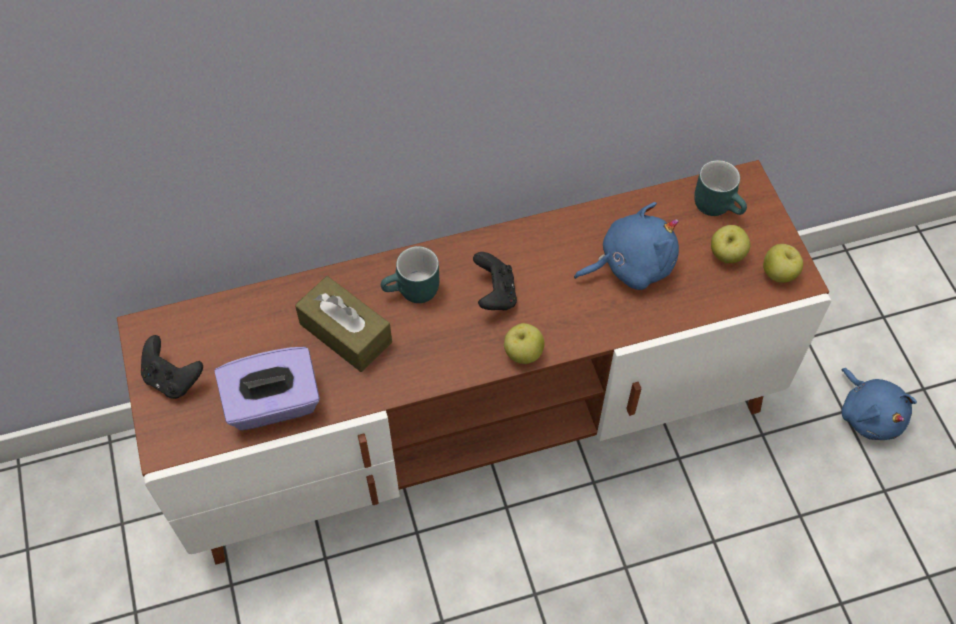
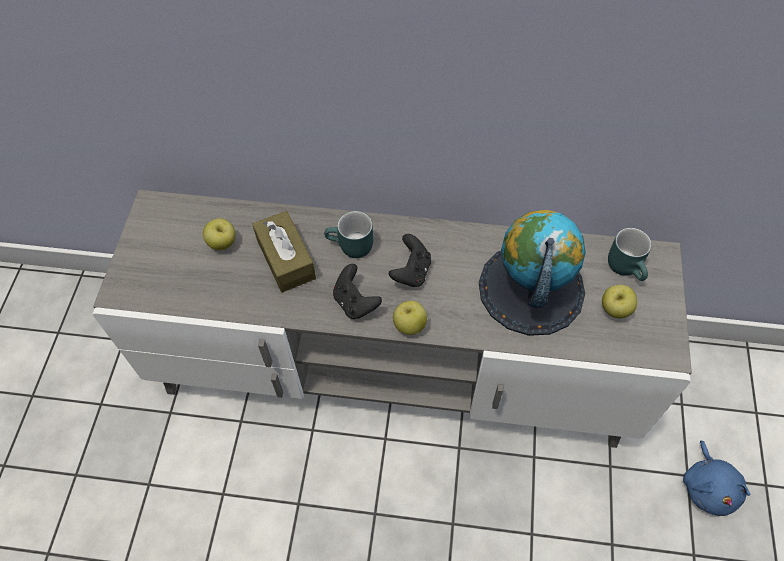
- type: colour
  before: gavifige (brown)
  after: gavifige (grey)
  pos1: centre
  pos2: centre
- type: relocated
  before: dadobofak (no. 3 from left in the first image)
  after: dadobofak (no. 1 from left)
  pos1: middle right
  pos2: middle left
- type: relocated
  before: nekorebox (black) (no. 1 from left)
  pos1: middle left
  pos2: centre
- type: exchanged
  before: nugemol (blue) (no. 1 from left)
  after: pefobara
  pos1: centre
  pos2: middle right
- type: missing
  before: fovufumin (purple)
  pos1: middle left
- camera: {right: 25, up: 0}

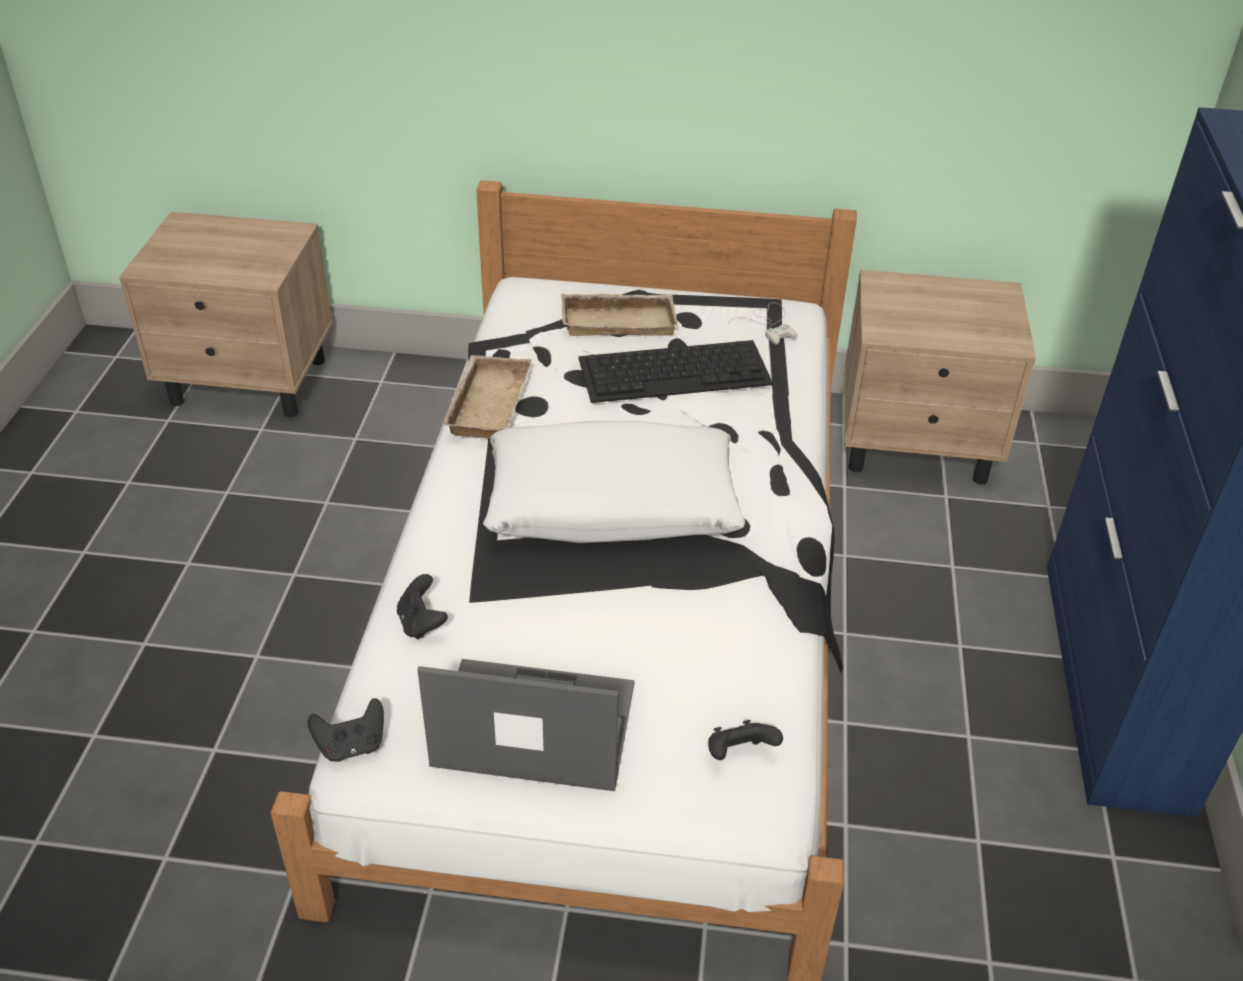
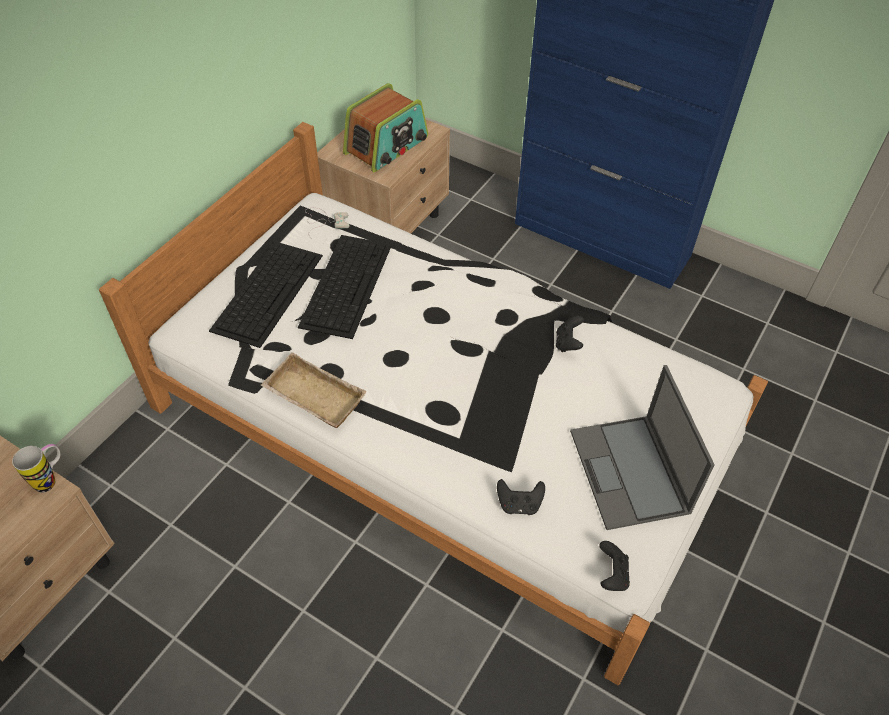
- type: appeared
  after: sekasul
  pos2: middle left
- type: exchanged
  before: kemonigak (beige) (no. 2 from left)
  after: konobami (no. 1 from left)
  pos1: top centre
  pos2: middle left
- type: appeared
  after: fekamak
  pos2: top centre
- type: relocated
  before: nekorebox (black) (no. 3 from left in the first image)
  after: nekorebox (black) (no. 2 from left)
  pos1: bottom centre
  pos2: centre
- type: spun
  before: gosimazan
  pos1: bottom centre
  pos2: middle right
  turn: -45
- type: missing
  before: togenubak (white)
  pos1: centre
- camera: {right: -65, up: 10}

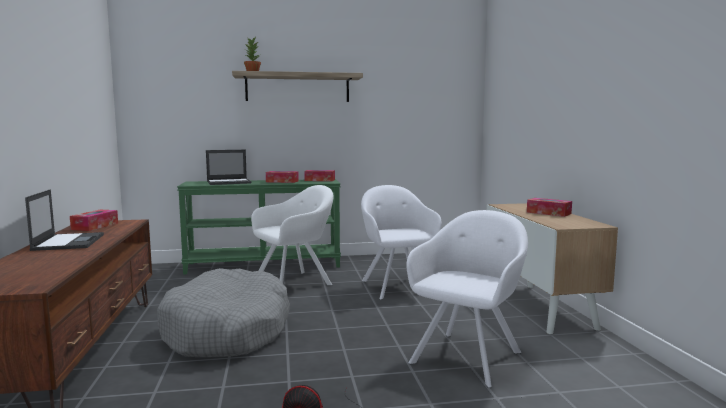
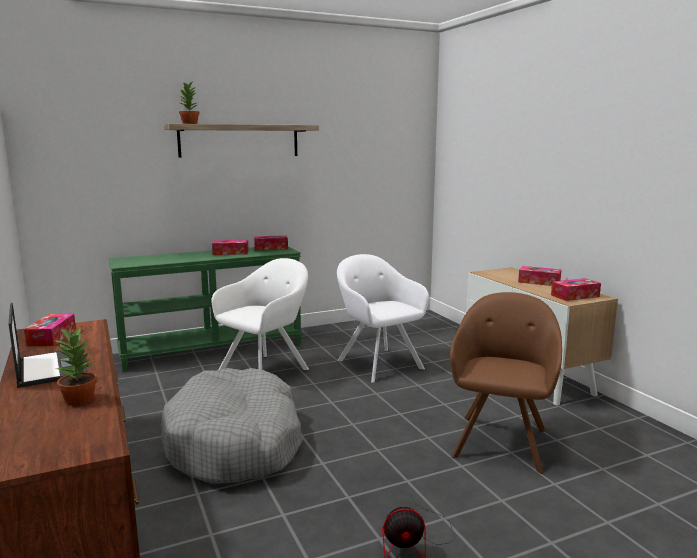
- type: appeared
  after: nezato (no. 1 from left)
  pos2: middle left
- type: colour
  before: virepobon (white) (no. 3 from left)
  after: virepobon (brown)
  pos1: bottom centre
  pos2: bottom right
- type: appeared
  after: fovufumin (no. 5 from left)
  pos2: middle right
- type: missing
  before: gosimazan (no. 2 from left)
  pos1: middle left
- camera: {right: -15, up: 5}

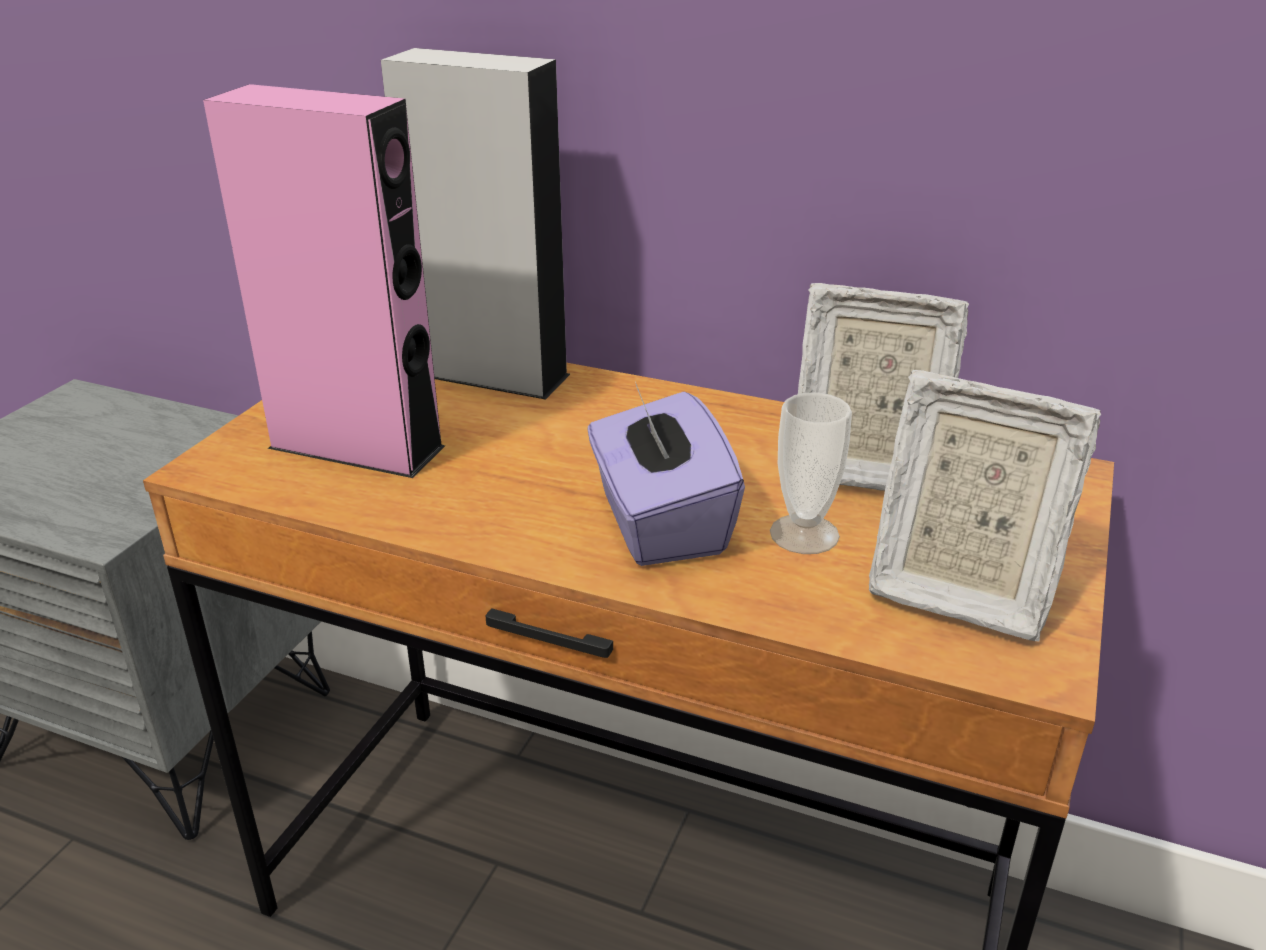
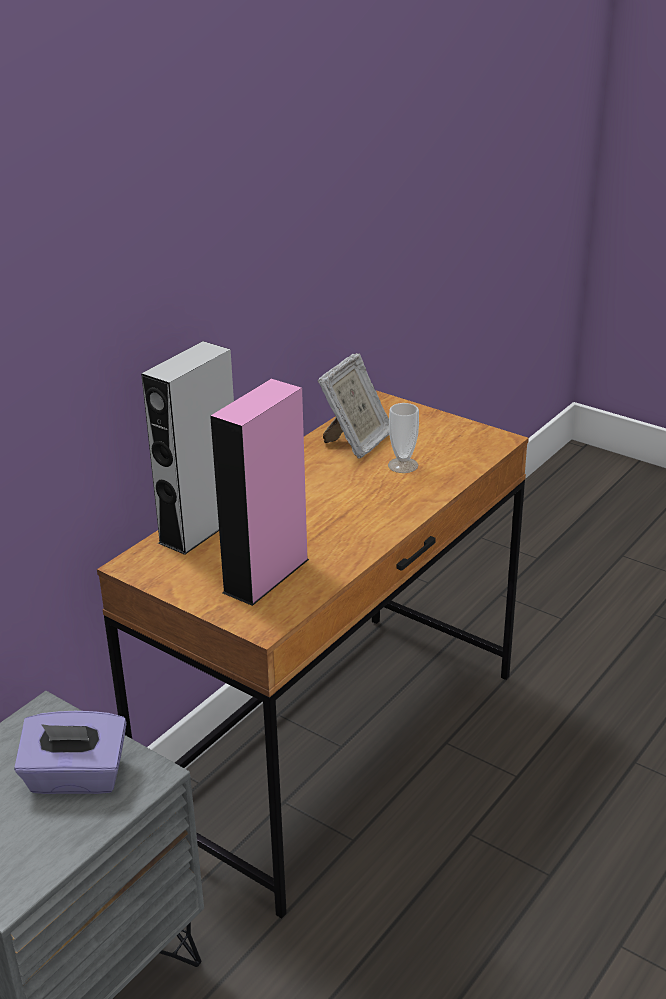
- type: relocated
  before: fovufumin (purple)
  pos1: centre
  pos2: bottom left
- type: missing
  before: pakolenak (no. 2 from left)
  pos1: middle right
- camera: {right: -75, up: 0}

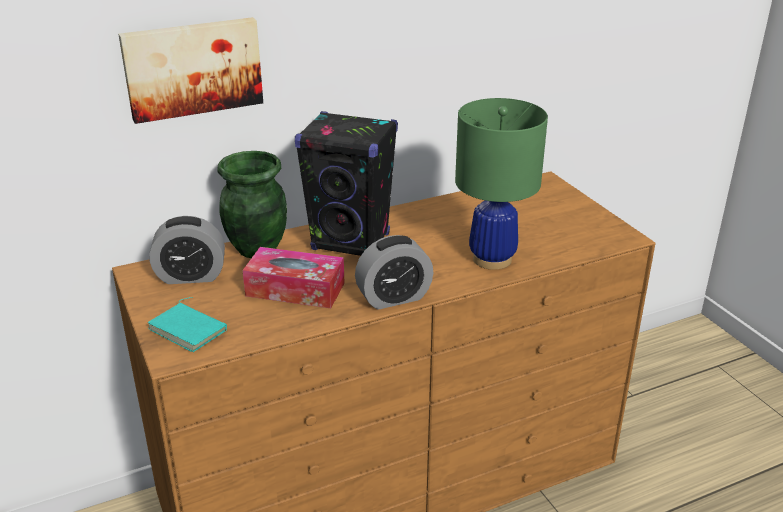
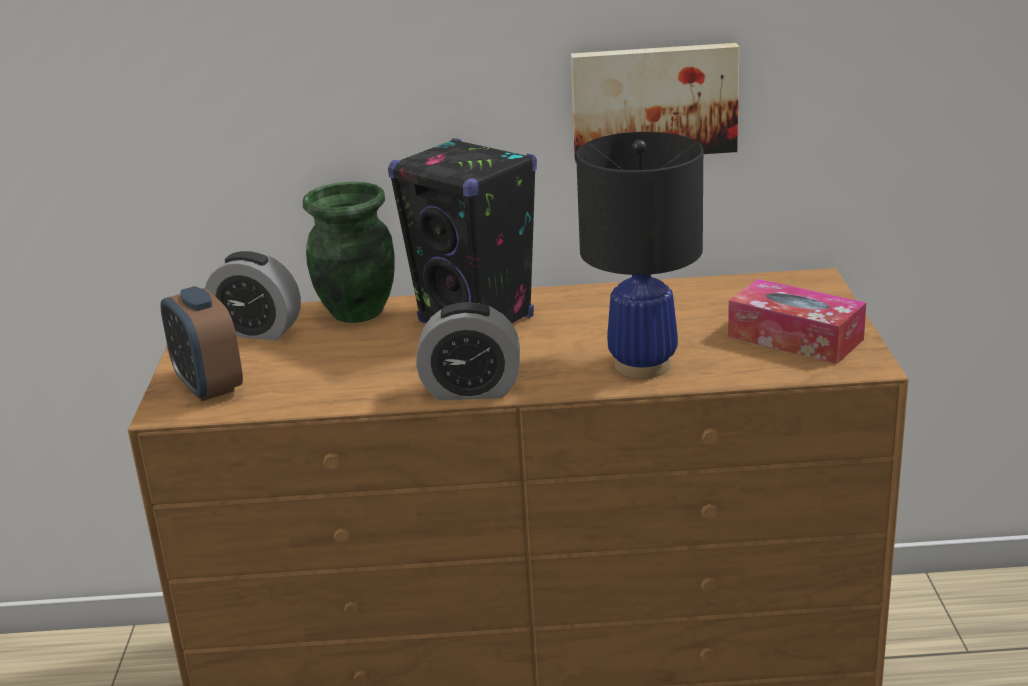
- type: exchanged
  before: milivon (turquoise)
  after: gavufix (no. 1 from left)
  pos1: middle left
  pos2: middle left
- type: relocated
  before: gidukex
  pos1: top left
  pos2: top centre
- type: colour
  before: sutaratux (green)
  after: sutaratux (black)
  pos1: centre
  pos2: centre
- type: relocated
  before: fovufumin
  pos1: centre
  pos2: middle right
- camera: {right: 25, up: -5}

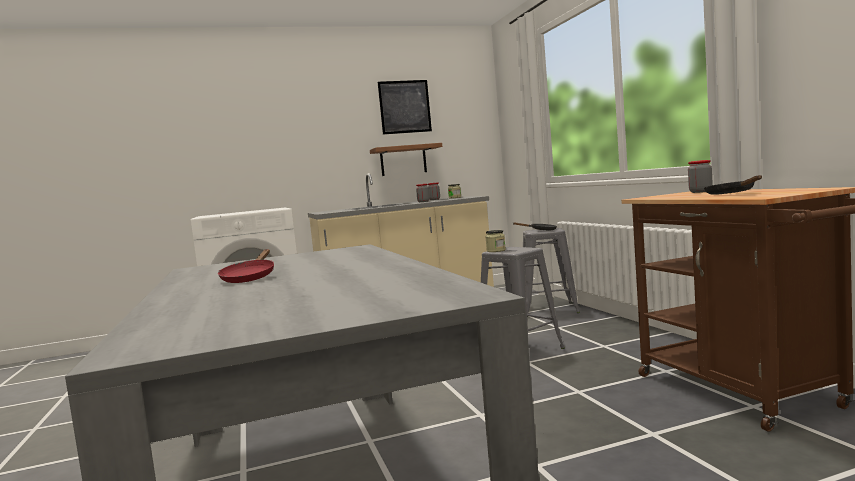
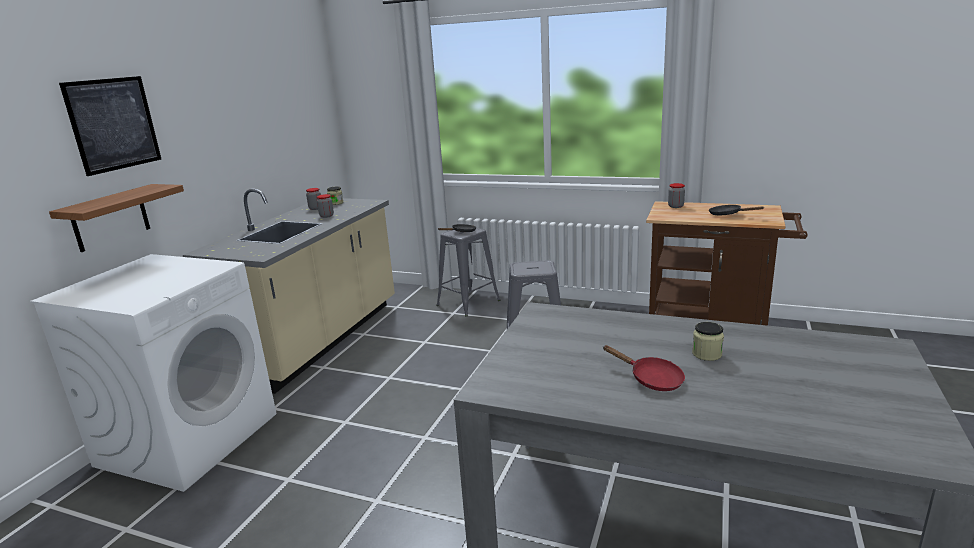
- type: relocated
  before: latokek
  pos1: top centre
  pos2: middle left
- type: relocated
  before: gidukex
  pos1: top centre
  pos2: top left
- type: relocated
  before: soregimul (no. 4 from left in the first image)
  after: soregimul (no. 5 from left)
  pos1: centre
  pos2: middle right
- camera: {right: -50, up: 15}

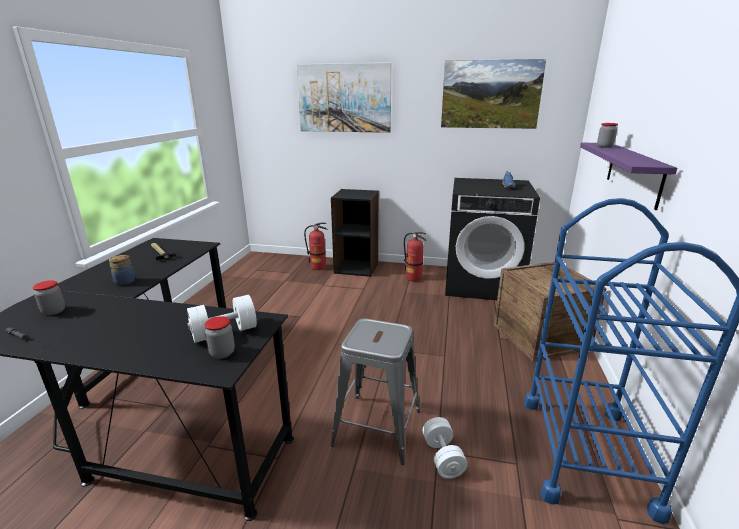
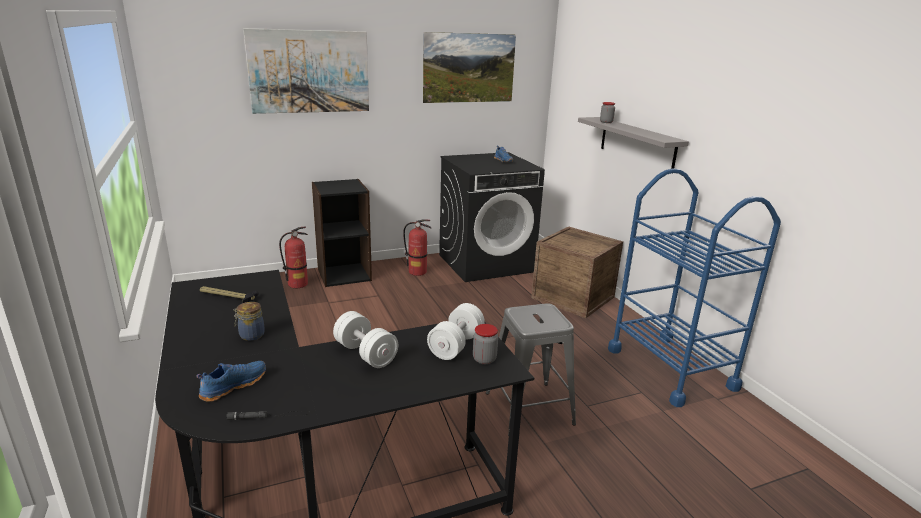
- type: exchanged
  before: soregimul (no. 1 from left)
  after: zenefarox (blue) (no. 1 from left)
  pos1: middle left
  pos2: bottom left
- type: relocated
  before: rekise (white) (no. 2 from left in the first image)
  after: rekise (white) (no. 1 from left)
  pos1: bottom centre
  pos2: centre
- type: colour
  before: latokek (purple)
  after: latokek (grey)
  pos1: top right
  pos2: top right
- camera: {right: -35, up: 0}

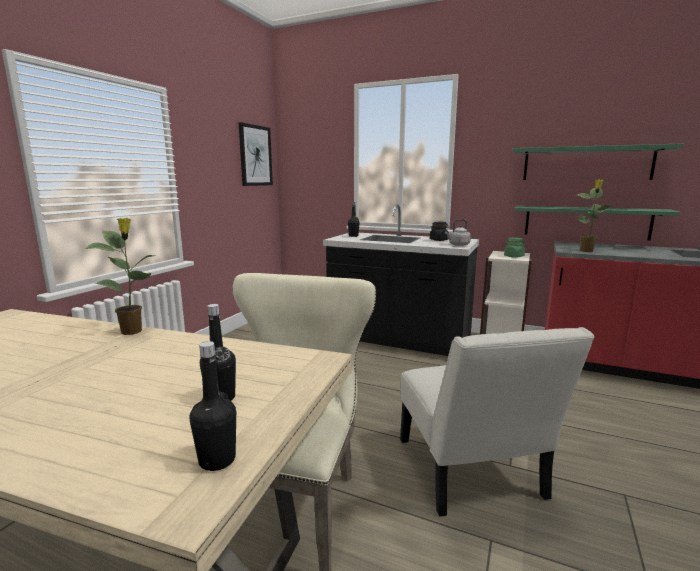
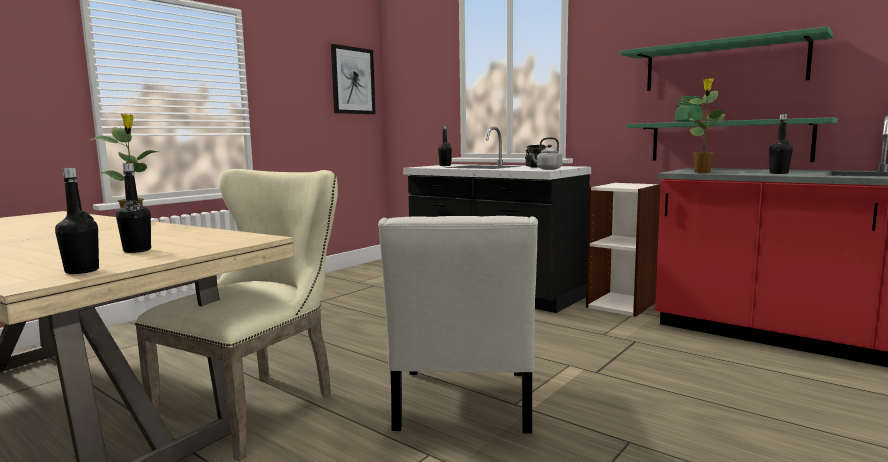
- type: relocated
  before: soregimul (green)
  pos1: middle right
  pos2: top right
- type: appeared
  after: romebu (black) (no. 4 from left)
  pos2: top right
- camera: {right: 15, up: -5}

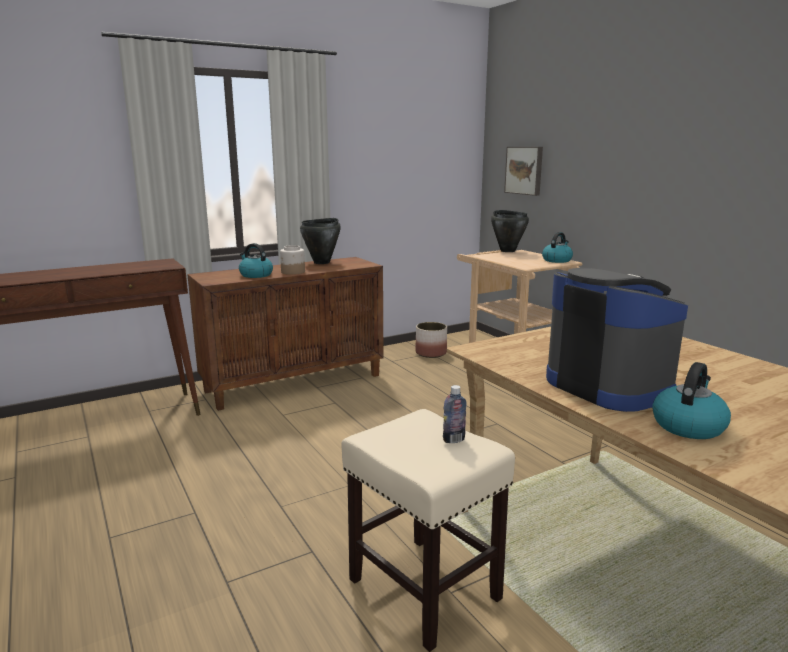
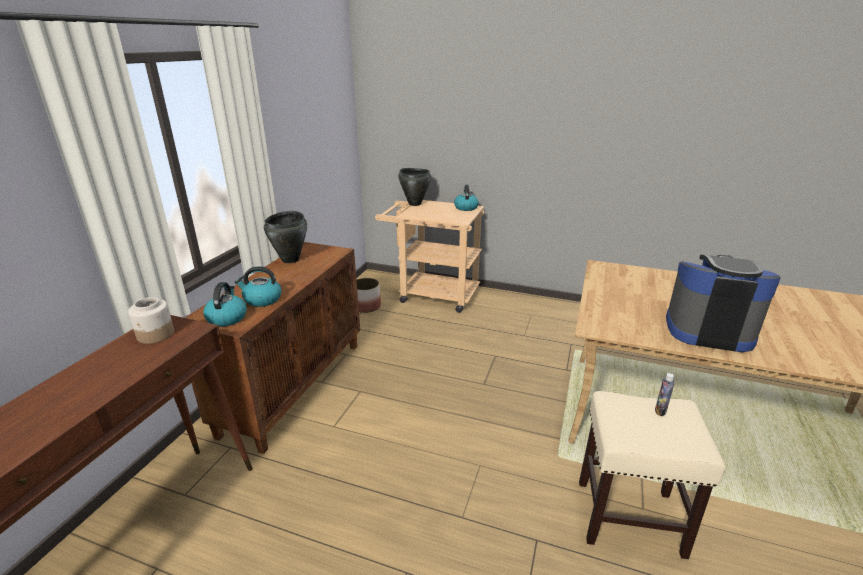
- type: relocated
  before: soregimul
  pos1: centre
  pos2: middle left
- type: relocated
  before: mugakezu (no. 3 from left in the first image)
  after: mugakezu (no. 1 from left)
  pos1: middle right
  pos2: middle left
- type: missing
  before: gidukex
  pos1: top centre
- camera: {right: -40, up: 10}

